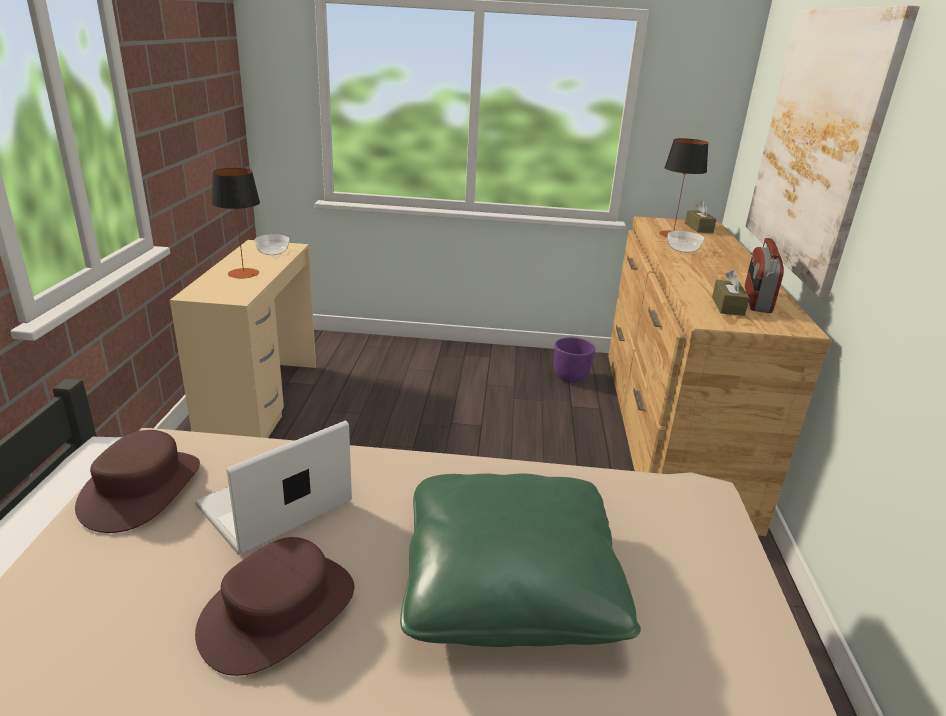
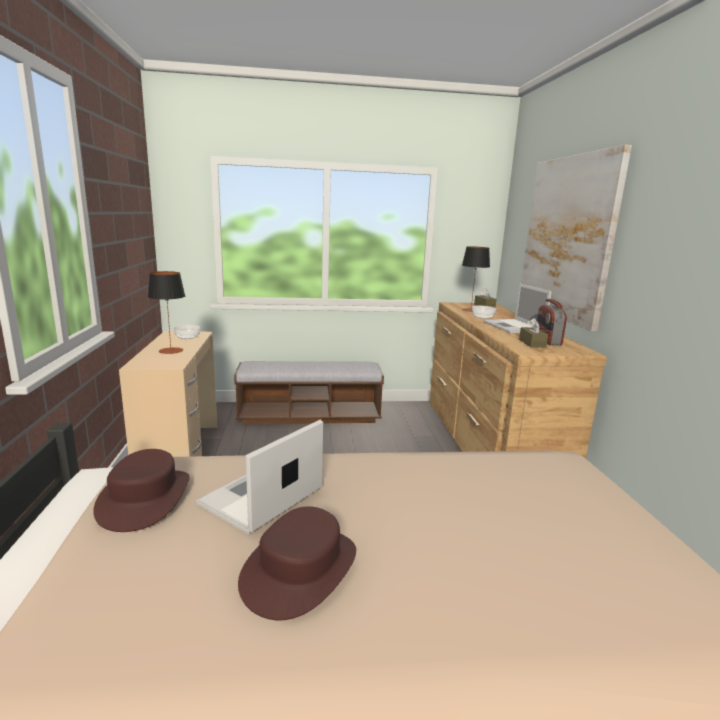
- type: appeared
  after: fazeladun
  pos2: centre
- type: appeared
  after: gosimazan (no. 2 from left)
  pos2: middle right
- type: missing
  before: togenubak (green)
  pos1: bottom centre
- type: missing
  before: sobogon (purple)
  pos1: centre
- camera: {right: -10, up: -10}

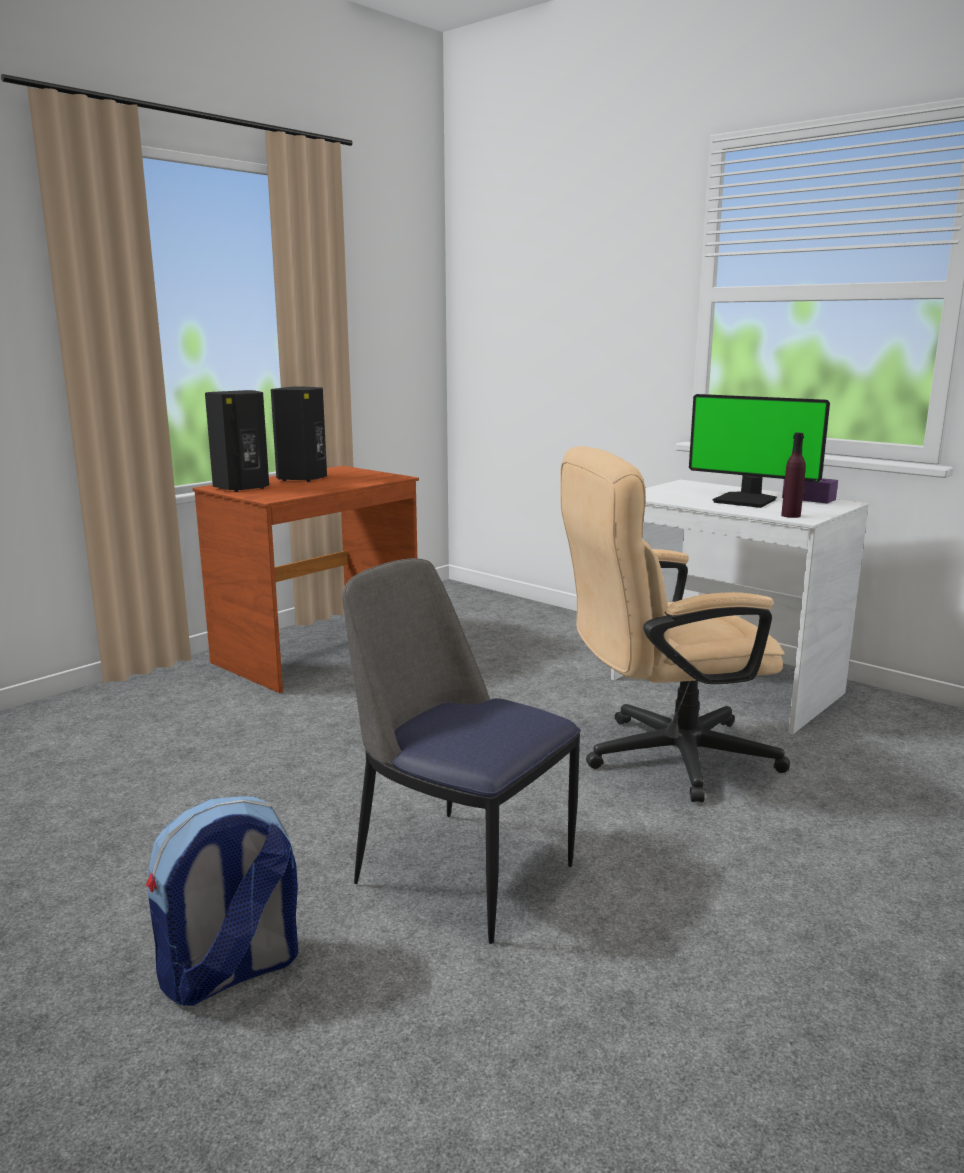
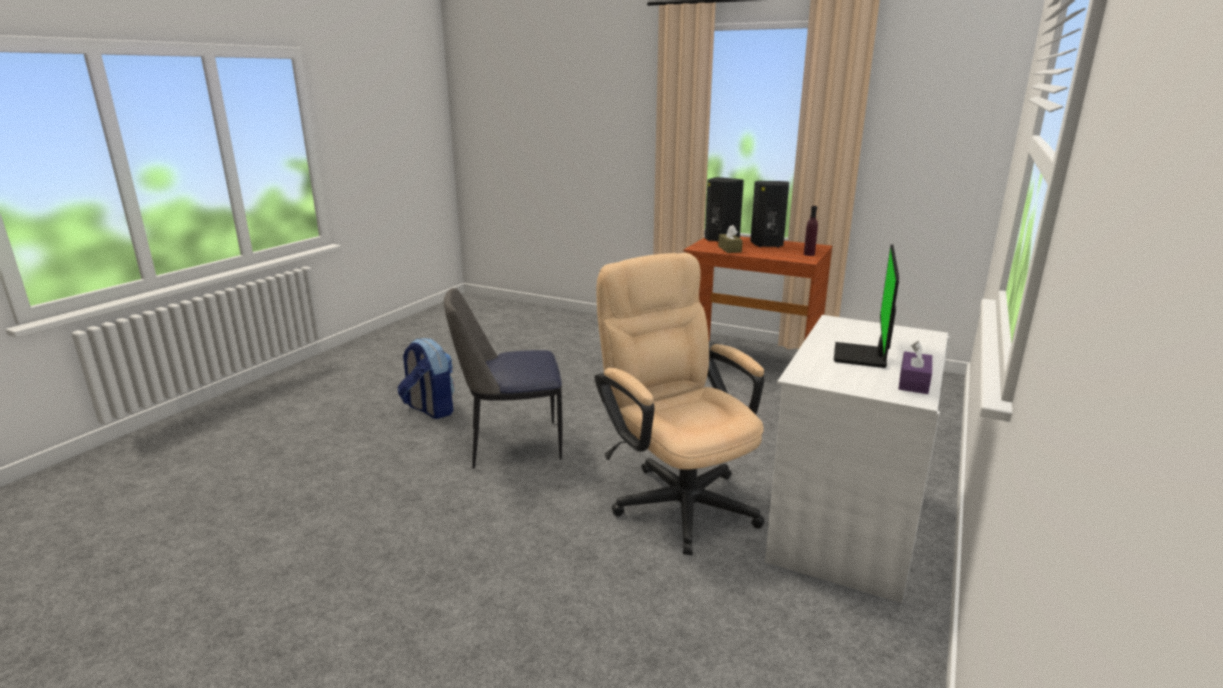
- type: spun
  before: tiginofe
  pos1: centre
  pos2: centre
  turn: -120
- type: appeared
  after: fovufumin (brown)
  pos2: centre
- type: relocated
  before: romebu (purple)
  pos1: middle right
  pos2: centre
- camera: {right: 75, up: 5}

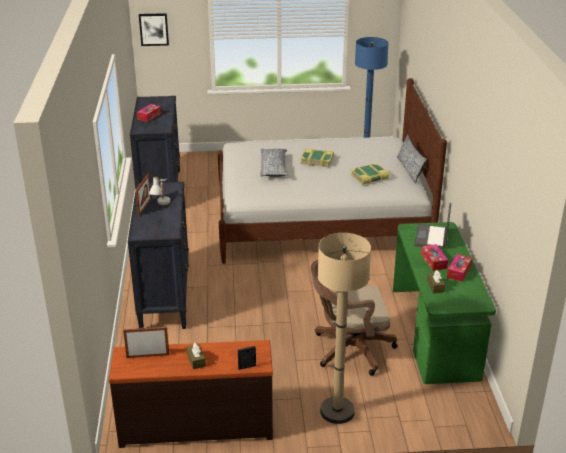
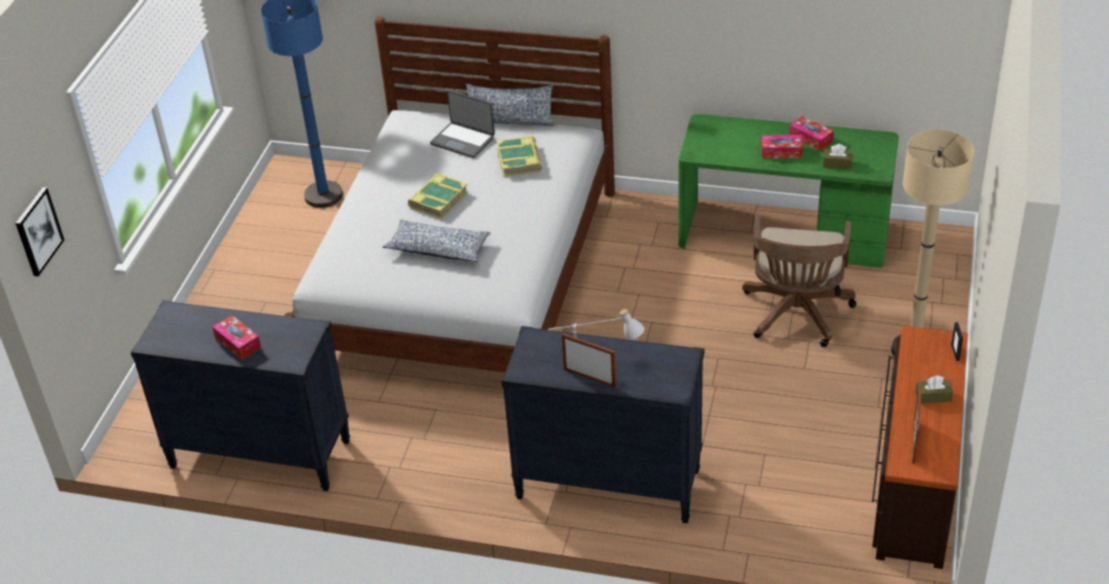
- type: relocated
  before: gosimazan
  pos1: middle right
  pos2: top centre
- camera: {right: -70, up: 10}

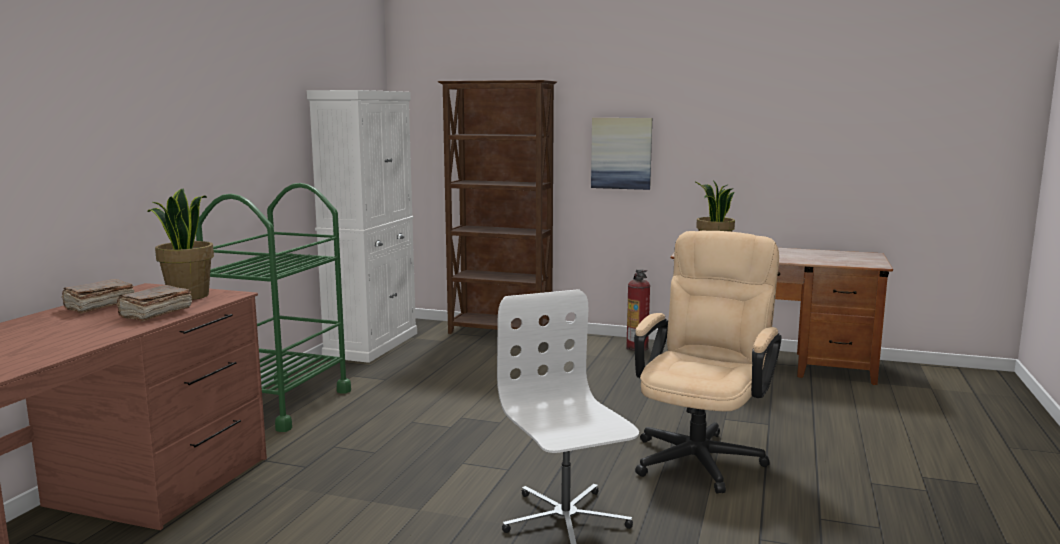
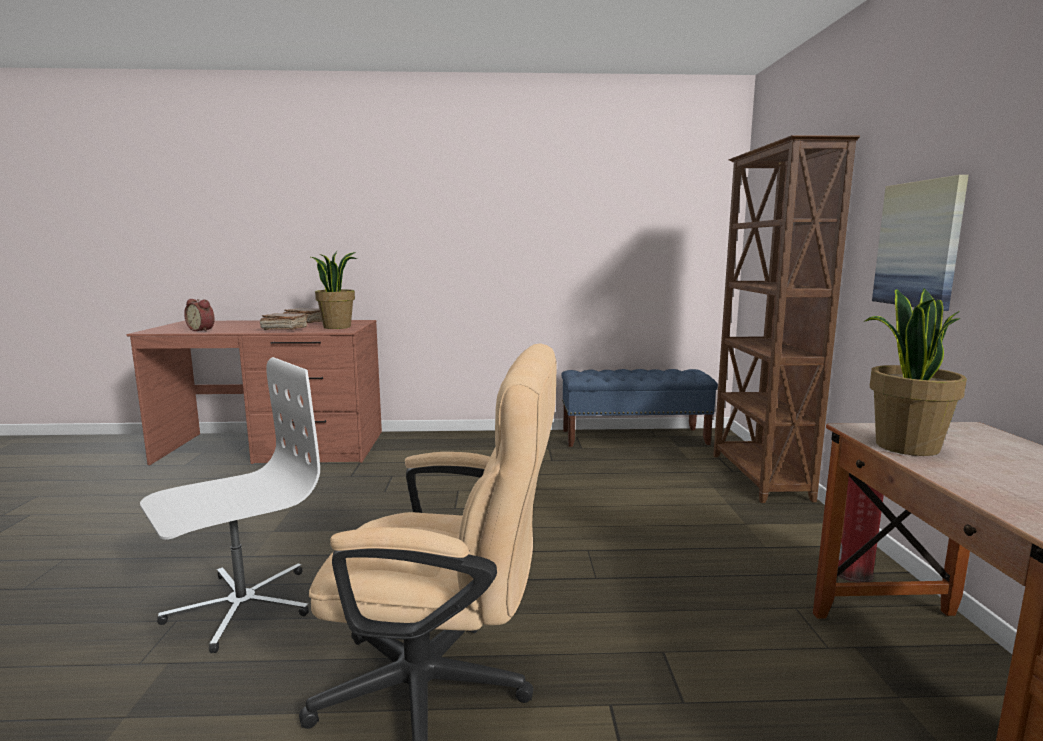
- type: appeared
  after: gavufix
  pos2: middle left
- type: exchanged
  before: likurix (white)
  after: fazeladun (blue)
  pos1: centre
  pos2: centre
- type: missing
  before: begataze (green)
  pos1: middle left
- camera: {right: 70, up: 0}

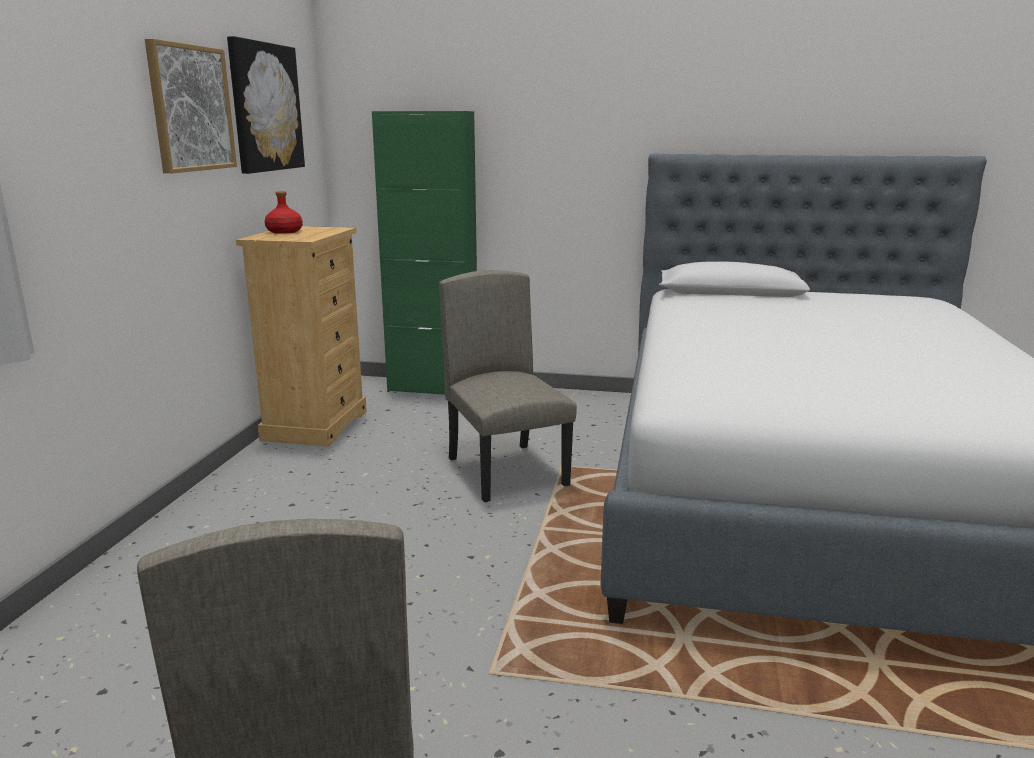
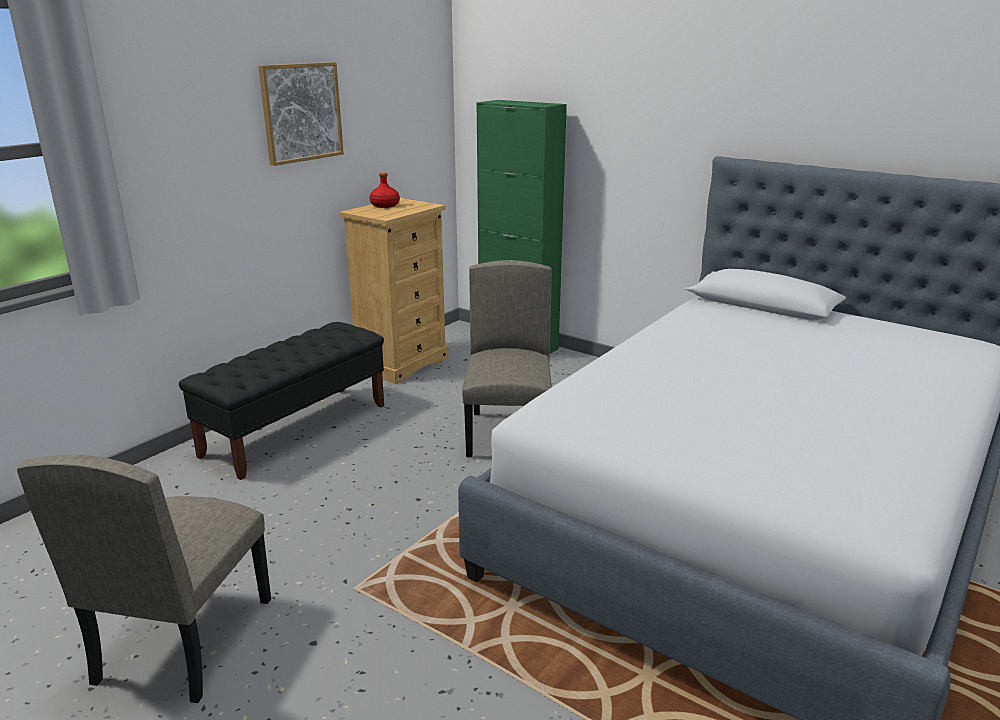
- type: appeared
  after: fazeladun (black)
  pos2: middle left
- type: missing
  before: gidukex (no. 2 from left)
  pos1: top left
- camera: {right: 25, up: 5}

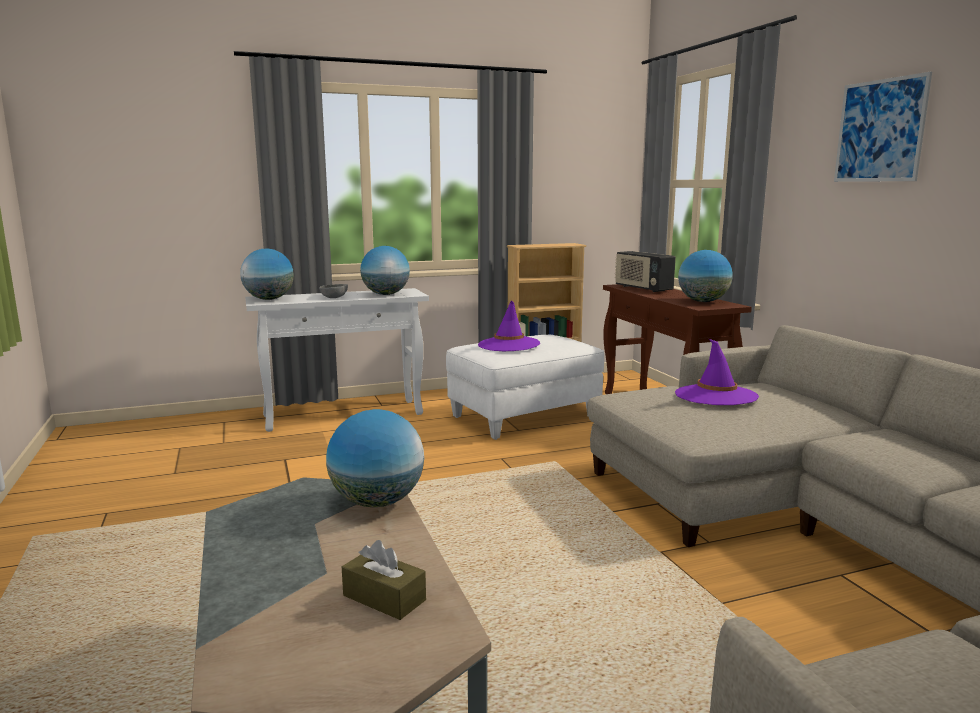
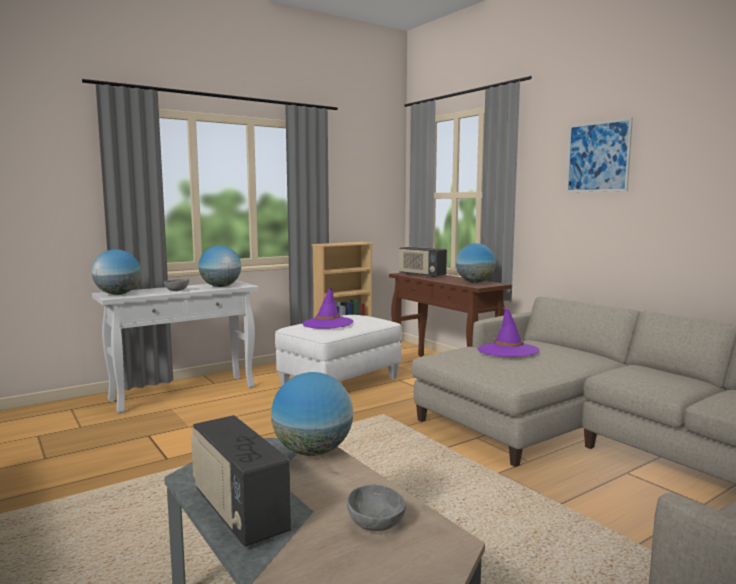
- type: appeared
  after: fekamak (no. 1 from left)
  pos2: bottom left
- type: exchanged
  before: fovufumin (brown)
  after: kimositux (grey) (no. 2 from left)
  pos1: bottom centre
  pos2: bottom centre
- camera: {right: -15, up: -5}

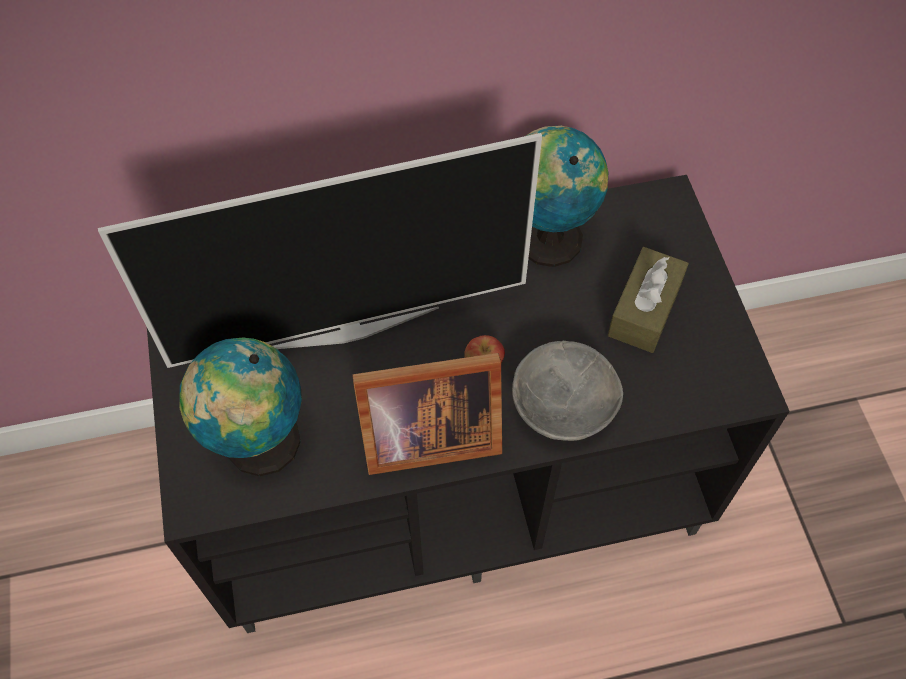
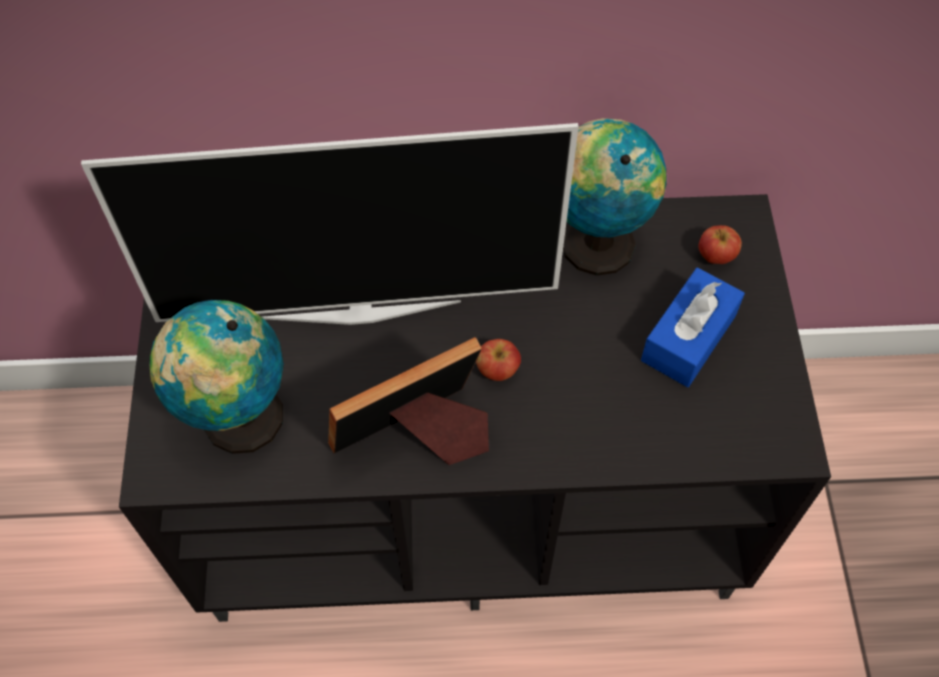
- type: spun
  before: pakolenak
  pos1: centre
  pos2: centre
  turn: 150
- type: colour
  before: fovufumin (brown)
  after: fovufumin (blue)
  pos1: middle right
  pos2: middle right
- type: appeared
  after: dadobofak (no. 2 from left)
  pos2: middle right
- type: missing
  before: kimositux (grey)
  pos1: centre
- camera: {right: 10, up: 0}

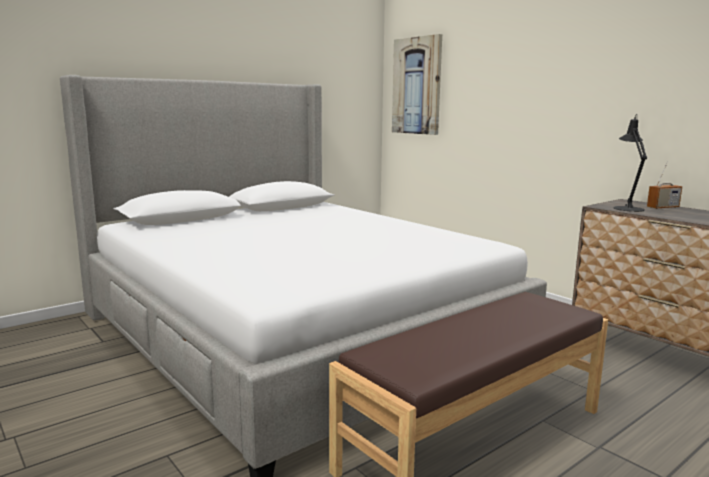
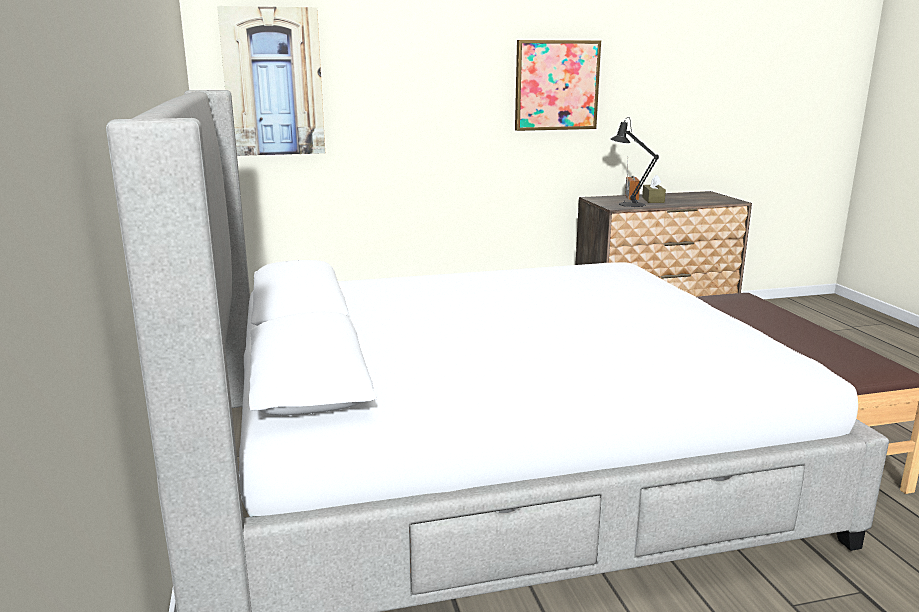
- type: appeared
  after: gidukex (no. 2 from left)
  pos2: top centre
- type: appeared
  after: fovufumin (brown)
  pos2: top right
- camera: {right: -65, up: 5}

